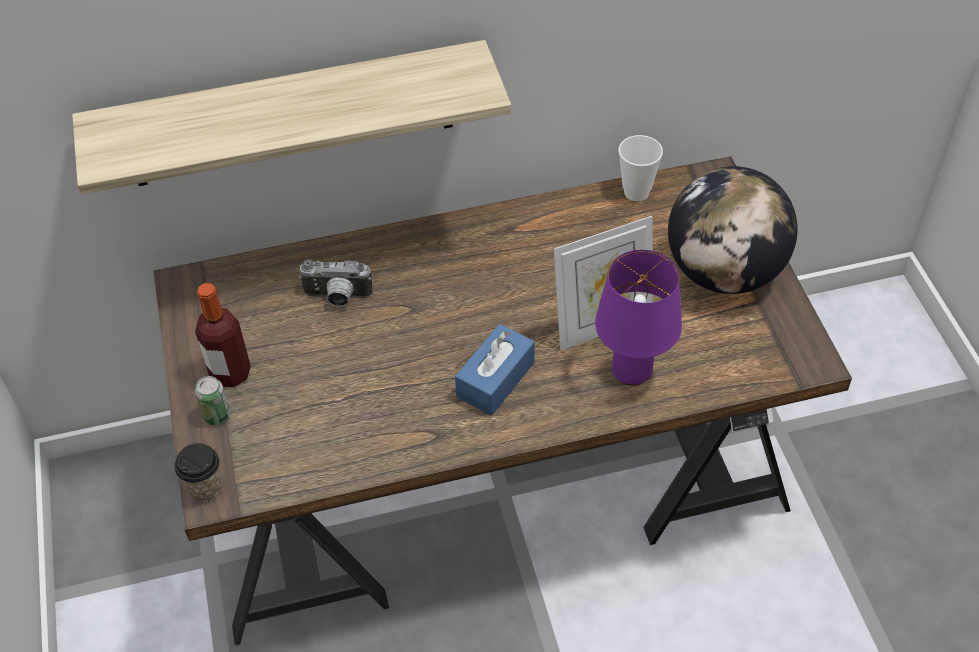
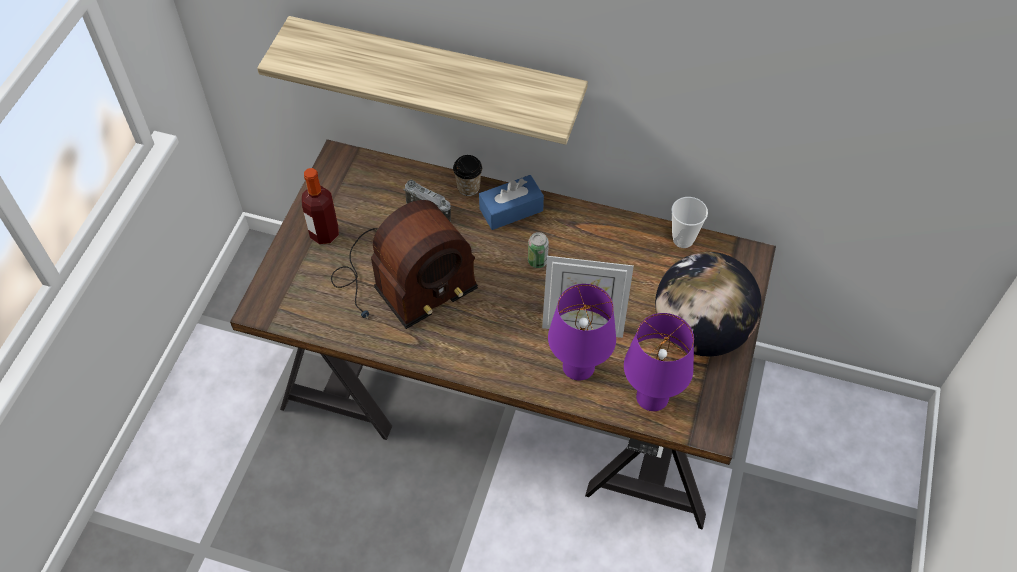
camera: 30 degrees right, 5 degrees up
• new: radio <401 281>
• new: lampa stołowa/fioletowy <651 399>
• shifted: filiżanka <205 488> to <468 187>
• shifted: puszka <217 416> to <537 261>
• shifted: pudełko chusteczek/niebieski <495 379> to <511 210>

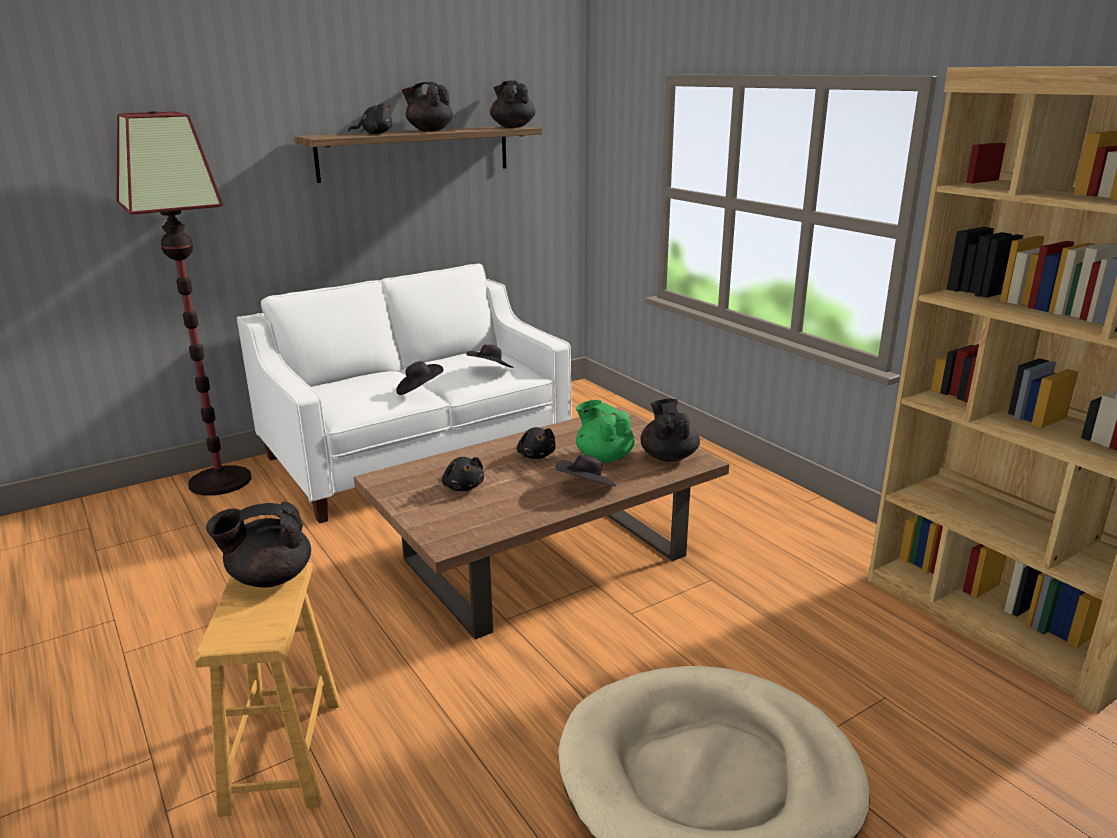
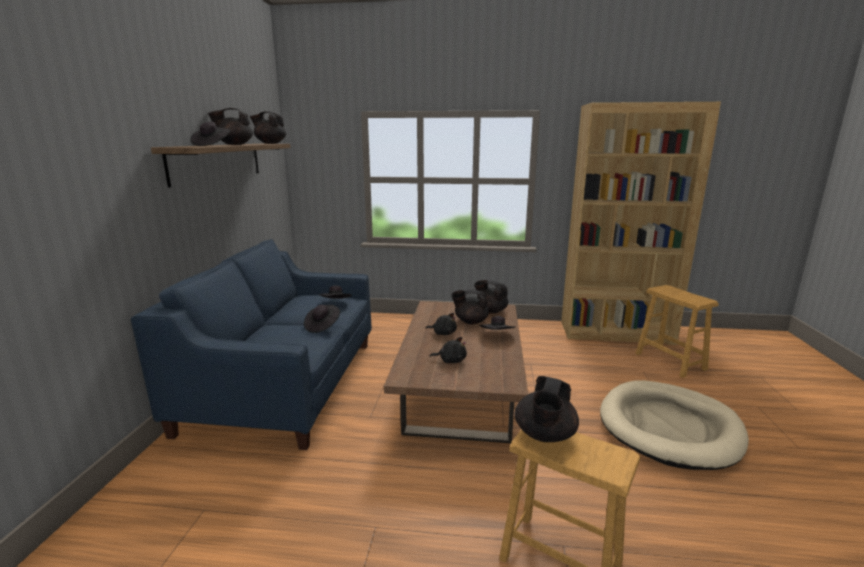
camera: 50 degrees left, 5 degrees down
• gone: lampa stojąca <220 481>
• new: stołek/brązowy <670 361>
• swapped: pluszak/czarny <374 134> to kapelusz/czarny <212 145>
• repainted: kanapa/biały <415 455> to kanapa/niebieski <285 384>
• repainted: imbryk/zielony <604 457> to imbryk/czarny <470 321>

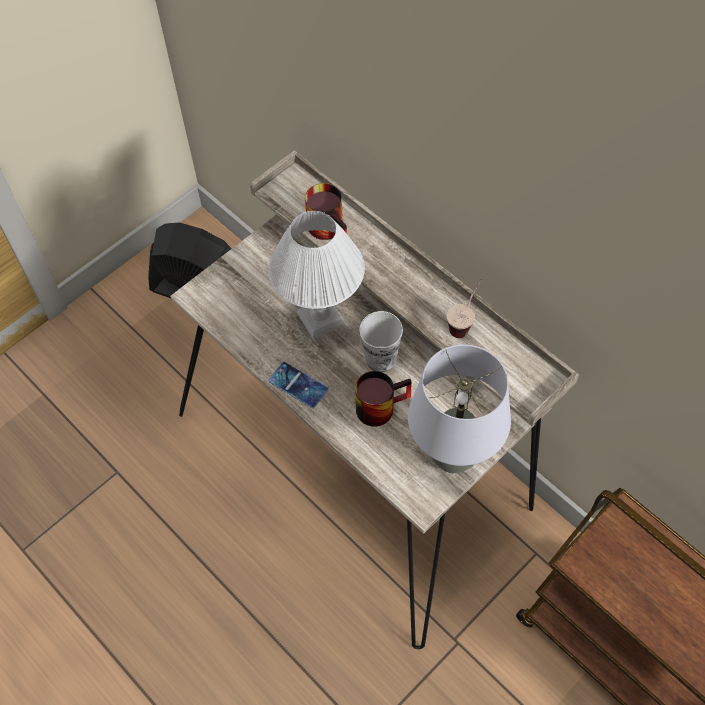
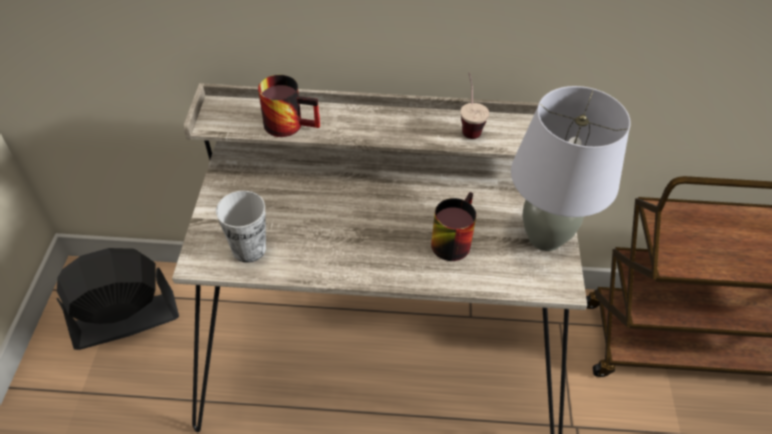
camera: 45 degrees left, 10 degrees down
• gone: lampa stołowa/biały <322 319>
• gone: telefon <298 385>
• shifted: filiżanka <380 359> to <249 249>

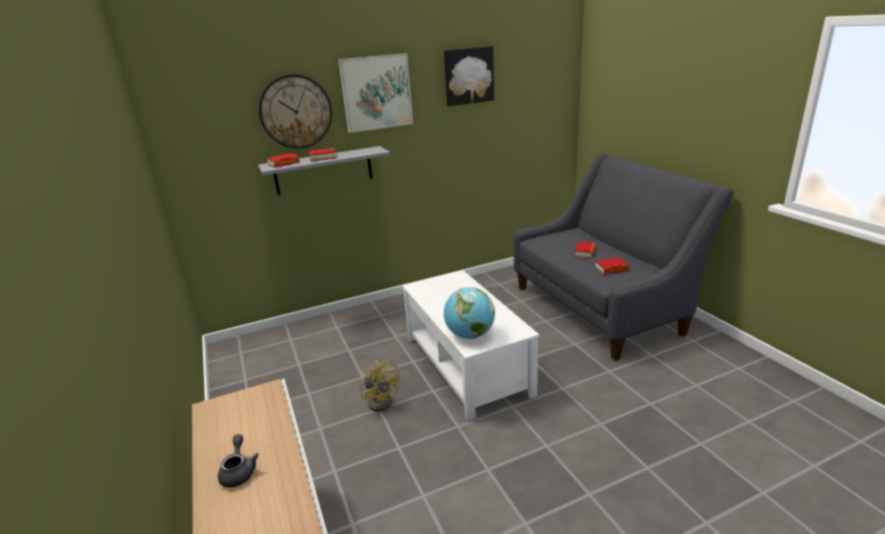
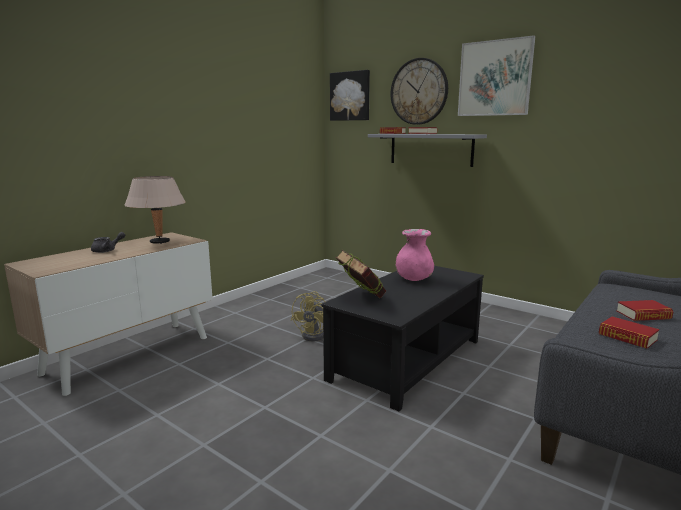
camera: 60 degrees right, 10 degrees down
• new: lampa stołowa/beżowy <160 242>
• new: wazon/różowy <414 279>
• shifted: obraz <468 75> to <350 96>
• swapped: globus <470 335> to książka <360 298>
• repainted: ława/biały <468 365> to ława/czarny <408 360>

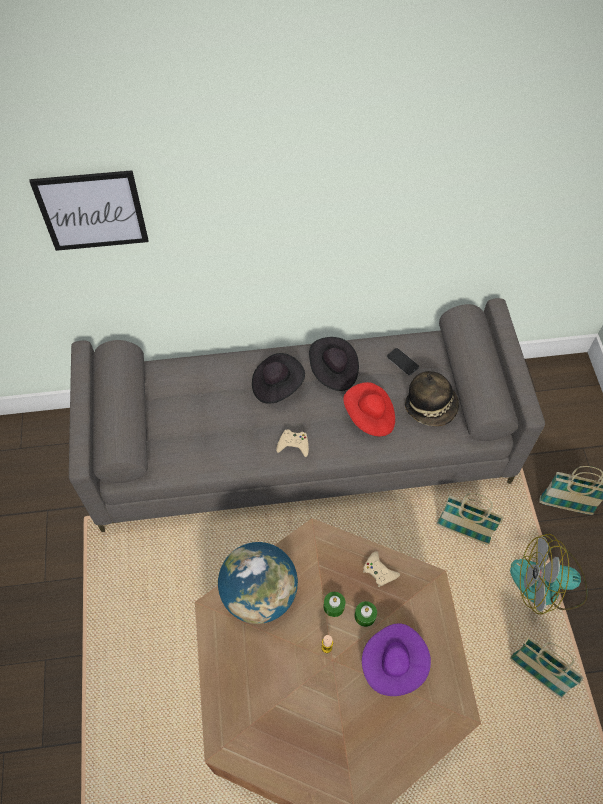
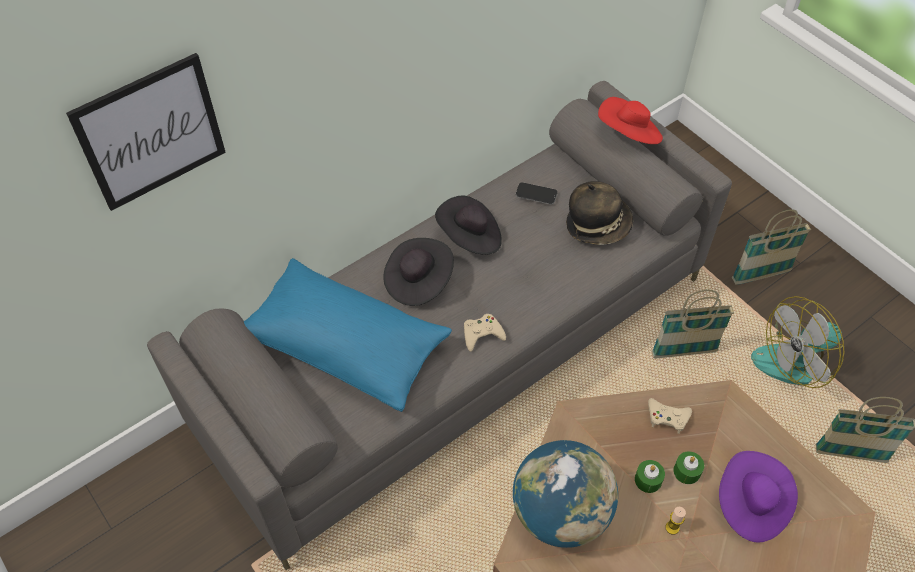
camera: 30 degrees left, 5 degrees down
• new: poduszka/niebieski <346 346>
• shifted: kapelusz/czerwony <369 417> to <629 135>

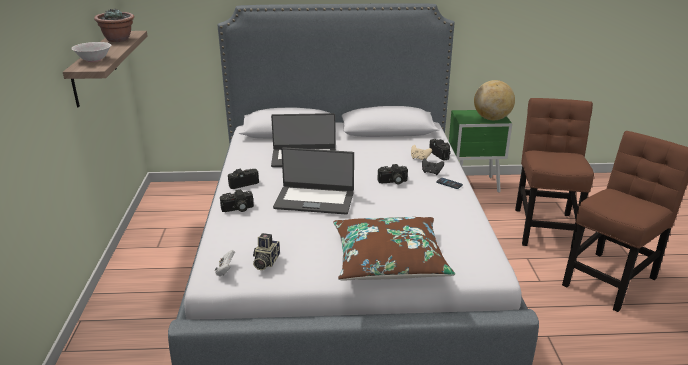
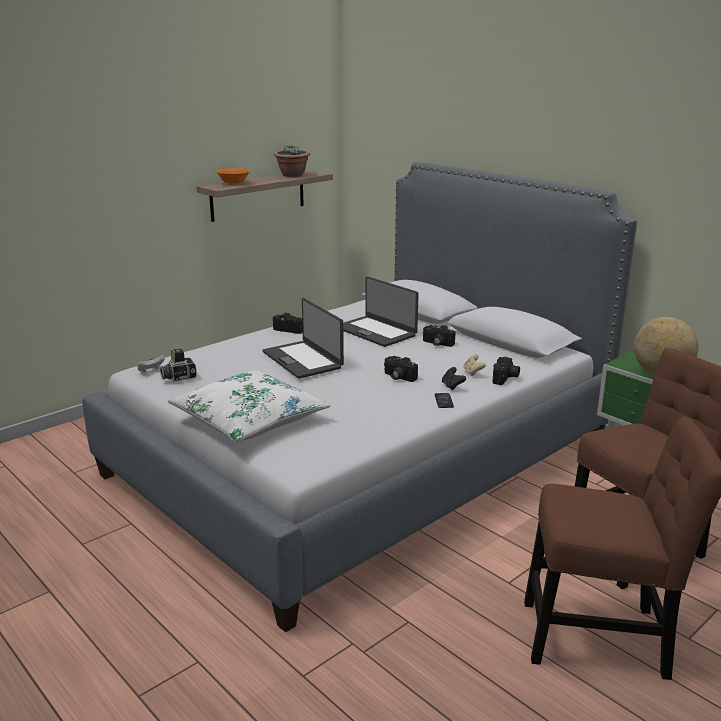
camera: 50 degrees right, 5 degrees down
• shifted: aparat fotograficzny <237 209> to <436 343>
• repainted: miska/biały <94 60> to miska/pomarańczowy <233 183>
• repainted: poduszka/brązowy <389 260> to poduszka/biały <249 419>

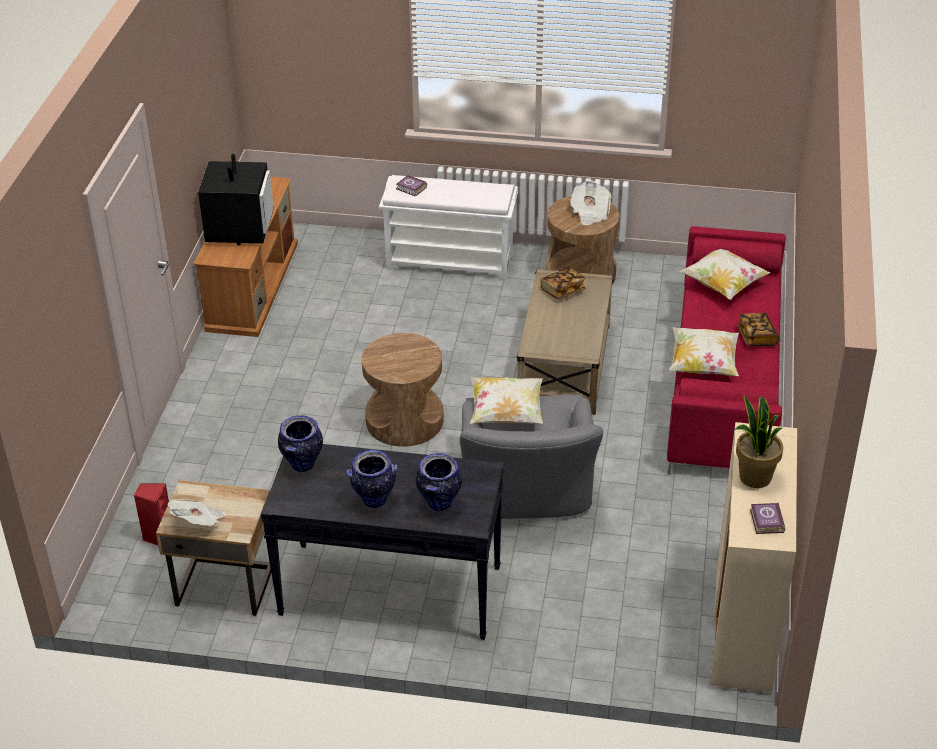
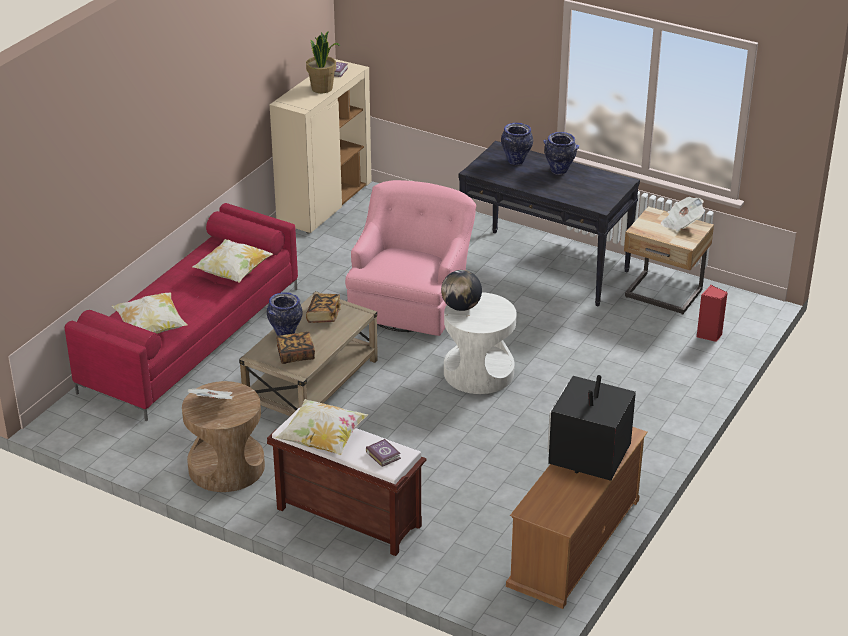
camera: 160 degrees left, 5 degrees down
• new: globus <461 307>
• shifted: wazon <302 465> to <285 333>
• shifted: poduszka <506 414> to <323 440>
• shifted: książka <756 337> to <323 316>
• repainted: stolik/brązowy <404 420> to stolik/biały <479 373>
• repainted: ławka/biały <451 261> to ławka/brązowy <347 517>
• repainted: fotel/szary <526 491> to fotel/różowy <411 302>

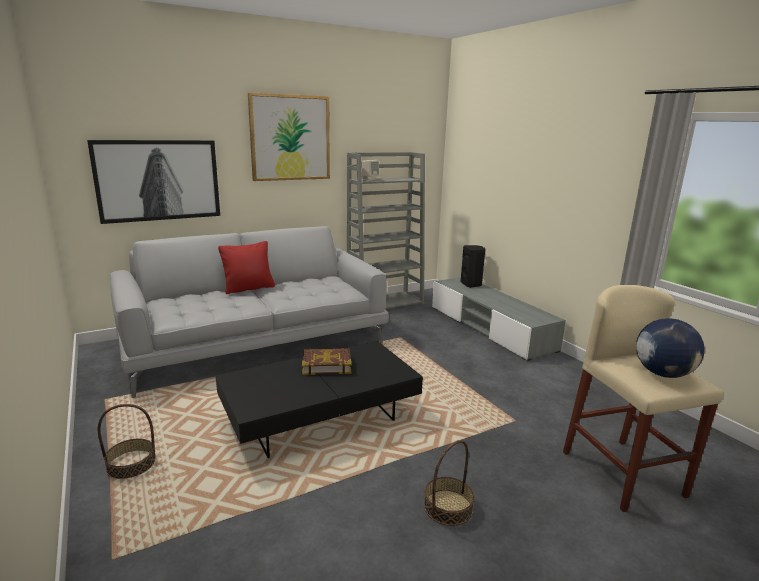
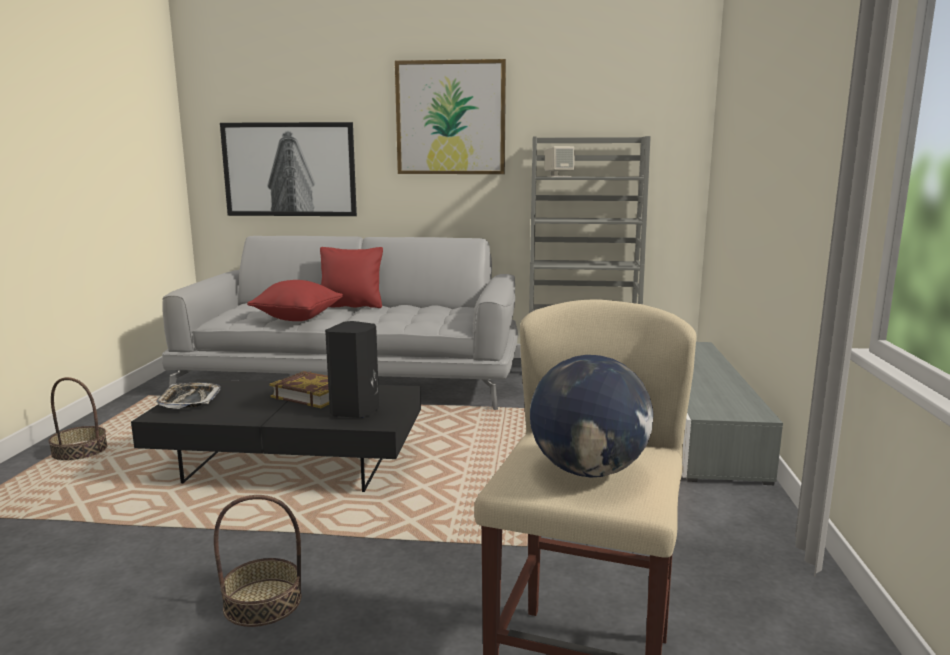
camera: 35 degrees right, 5 degrees down
• new: taca <189 400>
• new: poduszka/czerwony <297 318>
• shifted: głośnik/czarny <471 284> to <356 411>

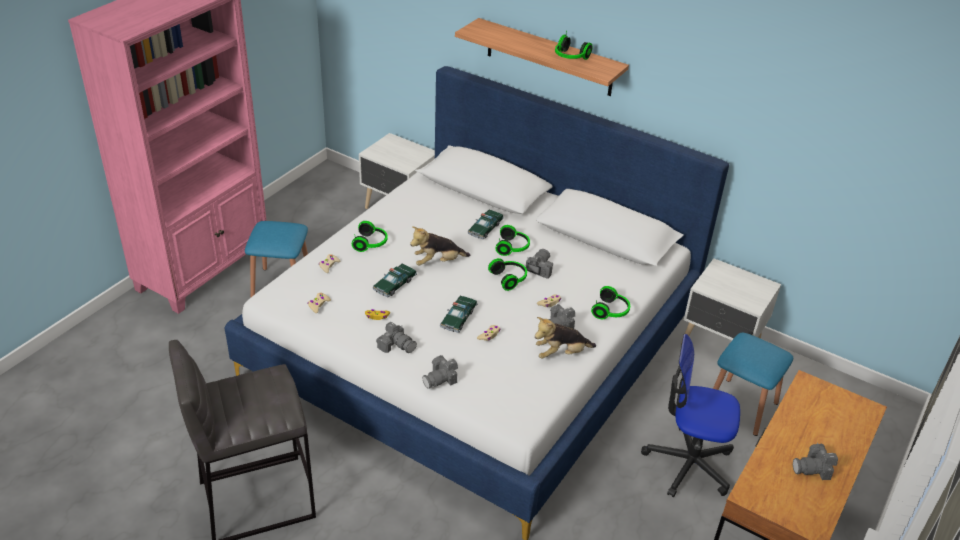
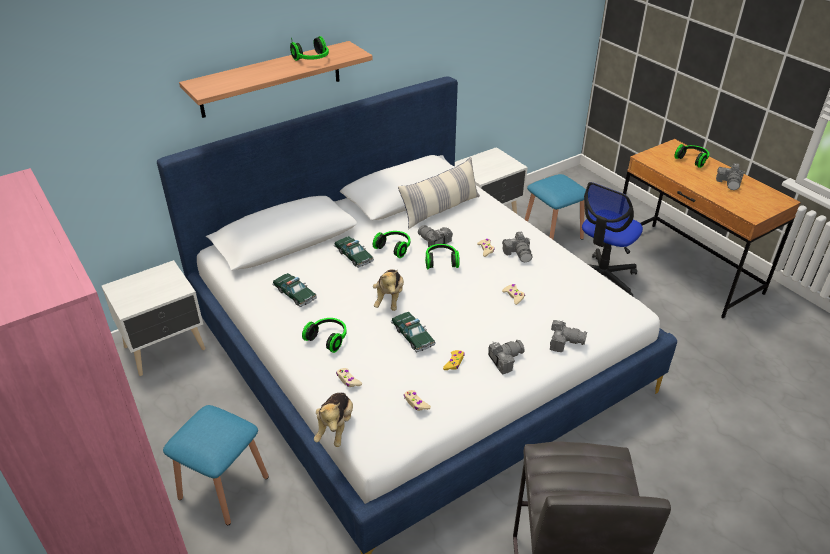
camera: 65 degrees left, 0 degrees up
• new: poduszka <440 209>
• shifted: samochodzik <458 318> to <295 294>
• shifted: pluszak <561 353> to <335 427>
• shifted: słuchawki <611 311> to <692 160>
• rotated: aparat fotograficzny <441 379> = <564 341> 60 degrees counterclockwise

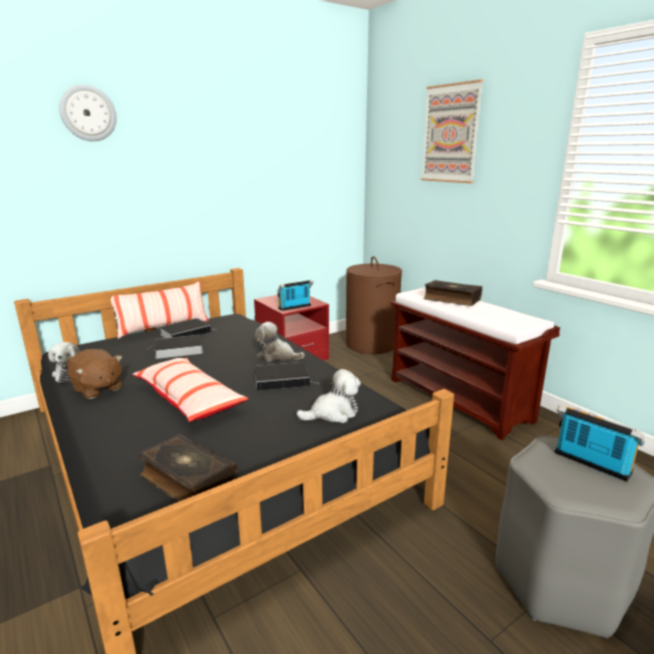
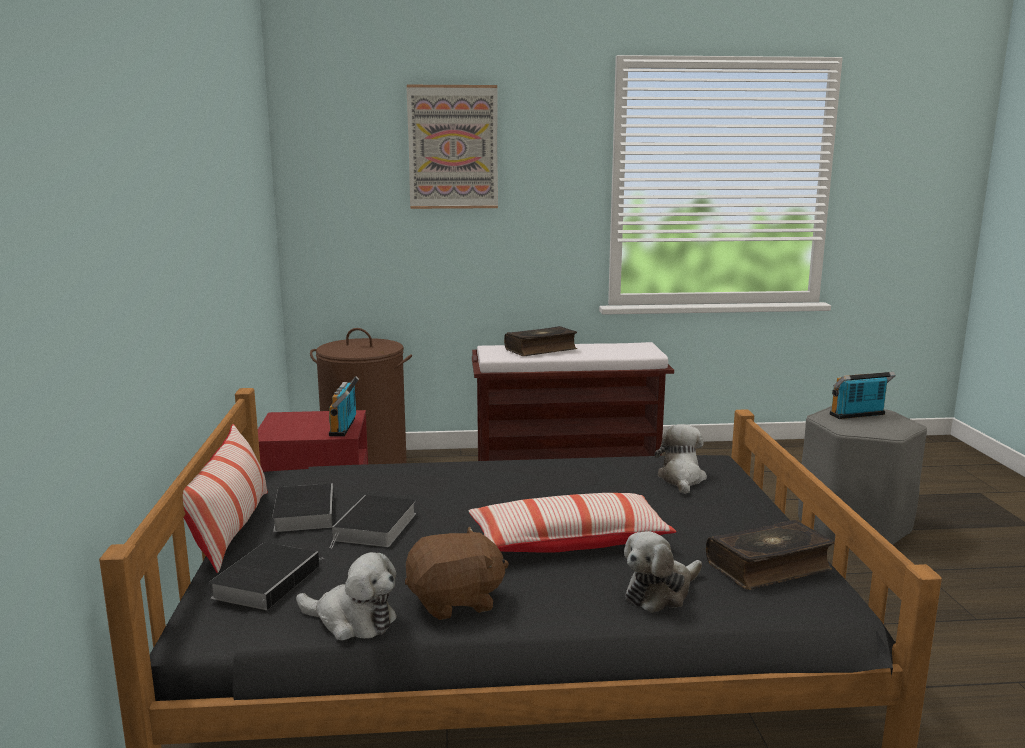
camera: 60 degrees left, 5 degrees down
• gone: zegar ścienny <88 113>
• shifted: pluszak <277 356> to <660 592>
• shifted: książka <283 379> to <267 580>

